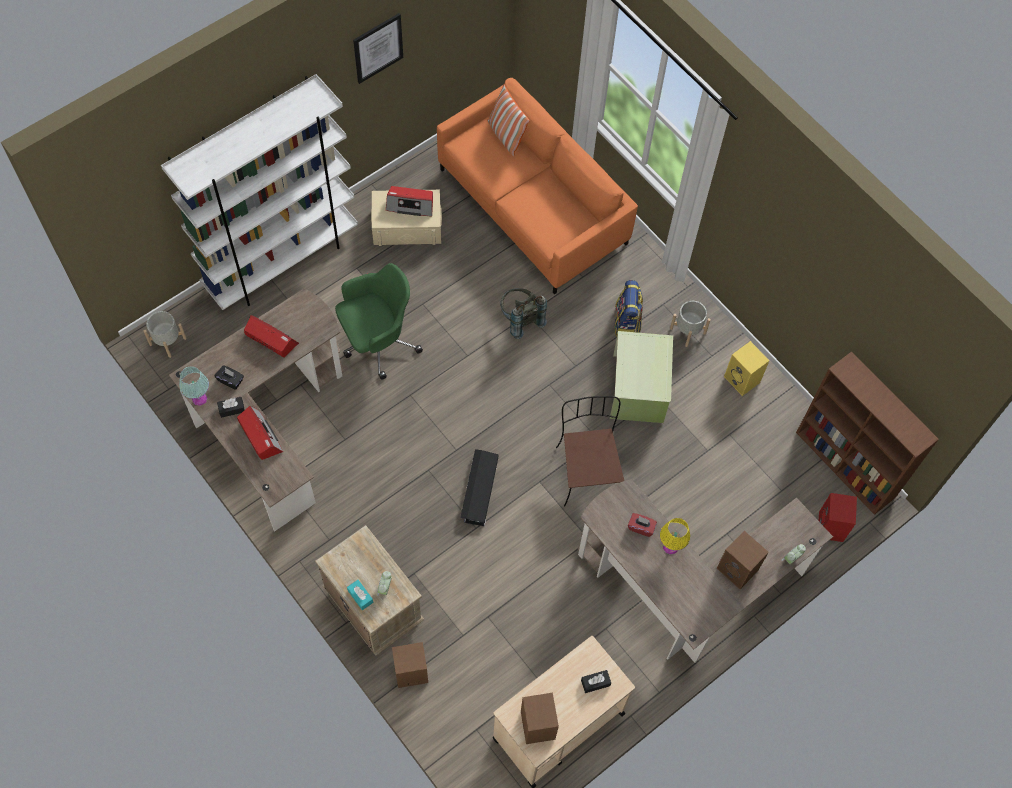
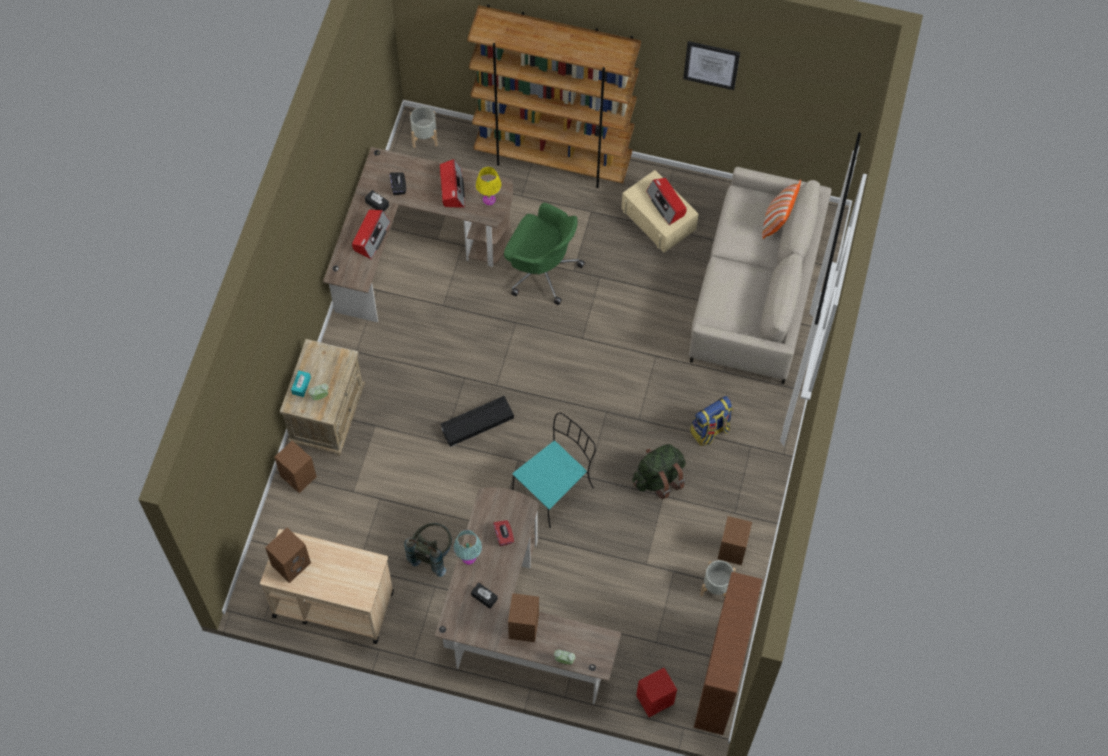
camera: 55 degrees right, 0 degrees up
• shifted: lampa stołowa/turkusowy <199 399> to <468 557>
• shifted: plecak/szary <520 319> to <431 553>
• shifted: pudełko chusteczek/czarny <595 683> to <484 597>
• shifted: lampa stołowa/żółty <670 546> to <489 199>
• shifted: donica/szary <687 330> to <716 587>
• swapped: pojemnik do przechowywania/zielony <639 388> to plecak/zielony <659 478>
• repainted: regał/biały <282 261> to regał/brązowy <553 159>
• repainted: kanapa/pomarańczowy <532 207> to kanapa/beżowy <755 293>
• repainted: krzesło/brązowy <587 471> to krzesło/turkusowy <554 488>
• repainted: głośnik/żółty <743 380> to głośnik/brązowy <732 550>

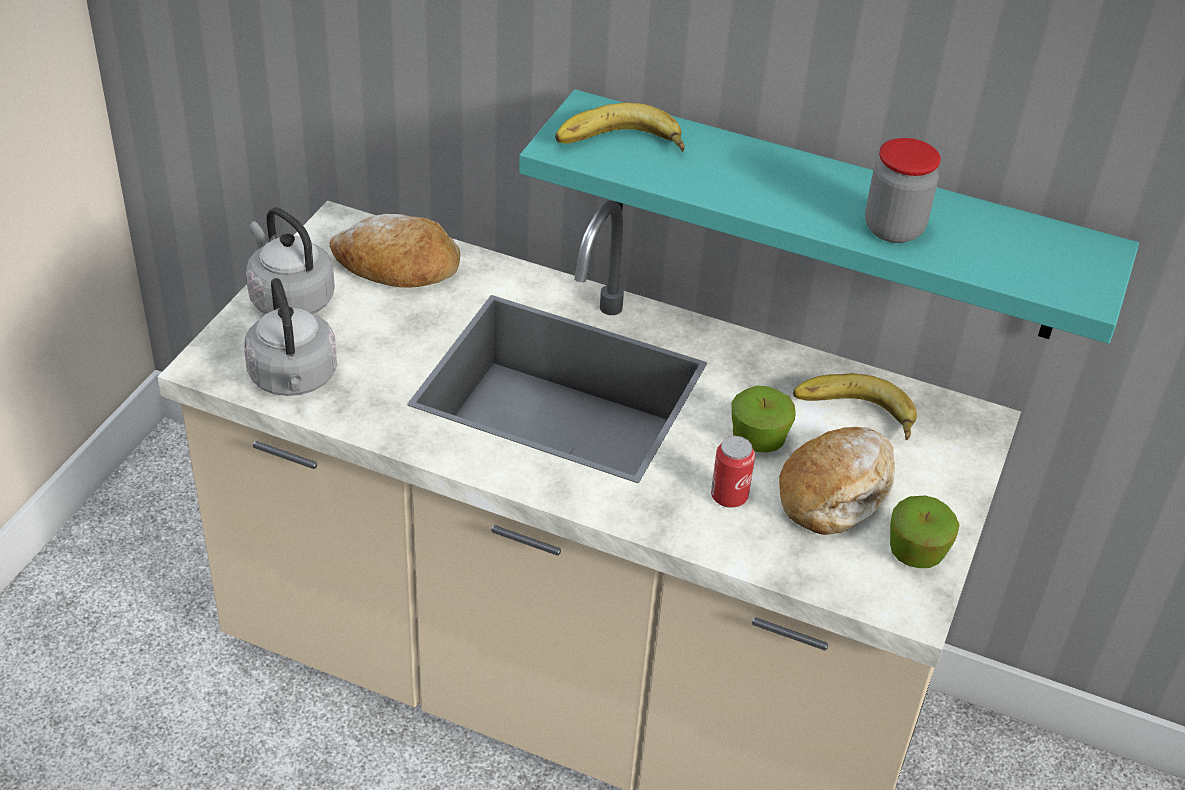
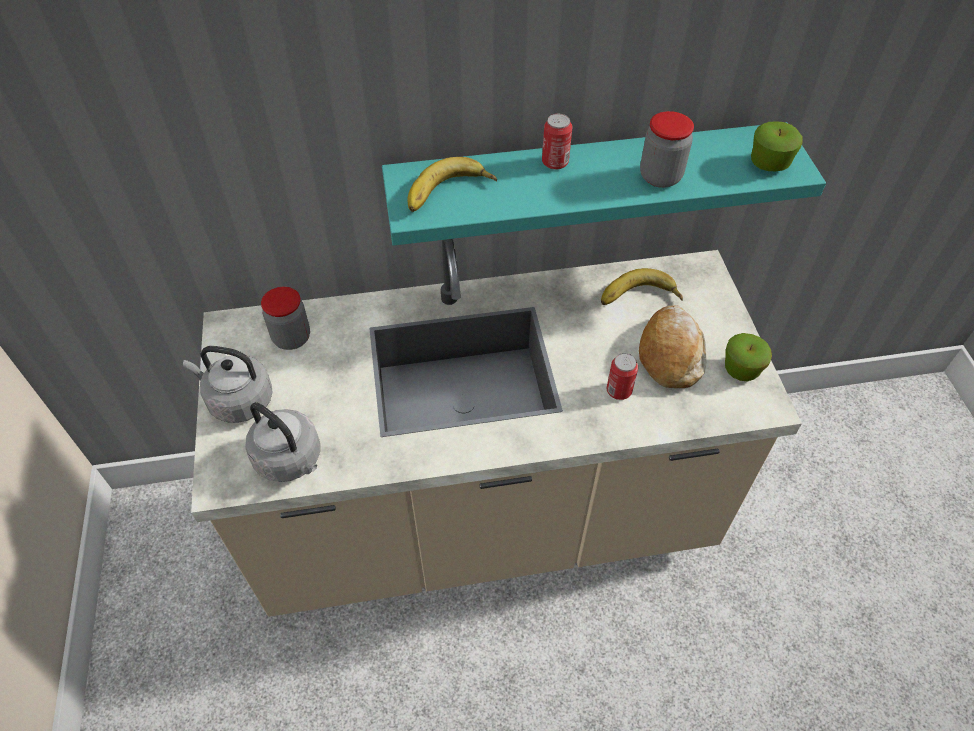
camera: 30 degrees left, 10 degrees up
• new: puszka <555 162>
• shifted: jabłko <758 440> to <769 164>
• swapped: chleb <397 266> to słoik <292 338>

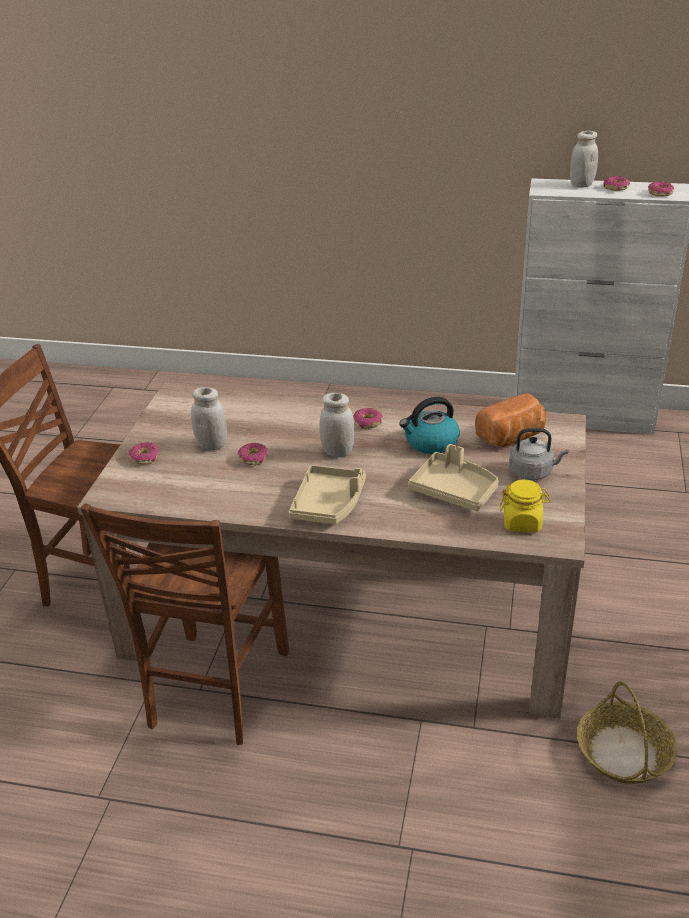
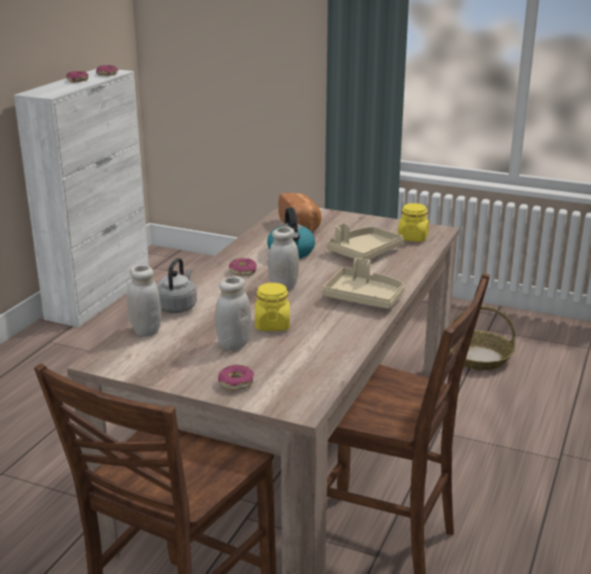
camera: 80 degrees left, 10 degrees down
• shifted: czajnik/szary <533 472> to <177 306>
• shifted: słoik/biały <581 184> to <146 331>
• swapped: donut <253 458> to słoik/żółty <272 325>

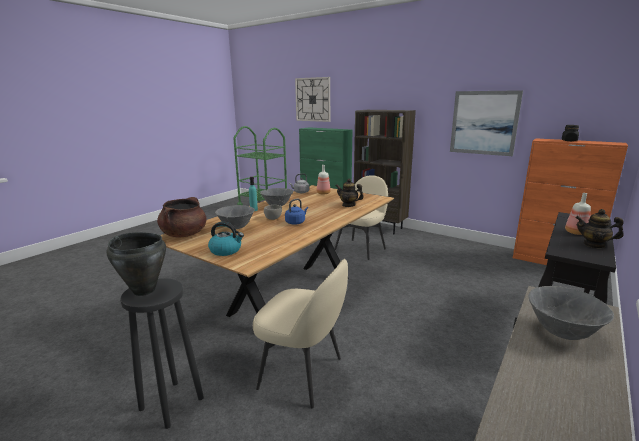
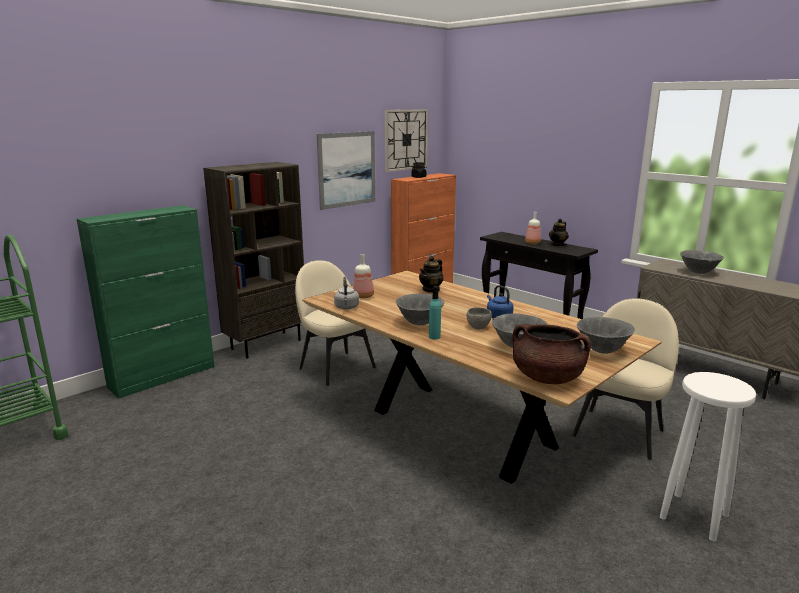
camera: 80 degrees left, 0 degrees up
• gone: garnek/czarny <144 290>
• shifted: zegar ścienny <313 99> to <406 139>
• swapped: czajnik <226 250> to miska/szary <602 350>
• repainted: stołek/czarny <171 403> to stołek/biały <693 516>

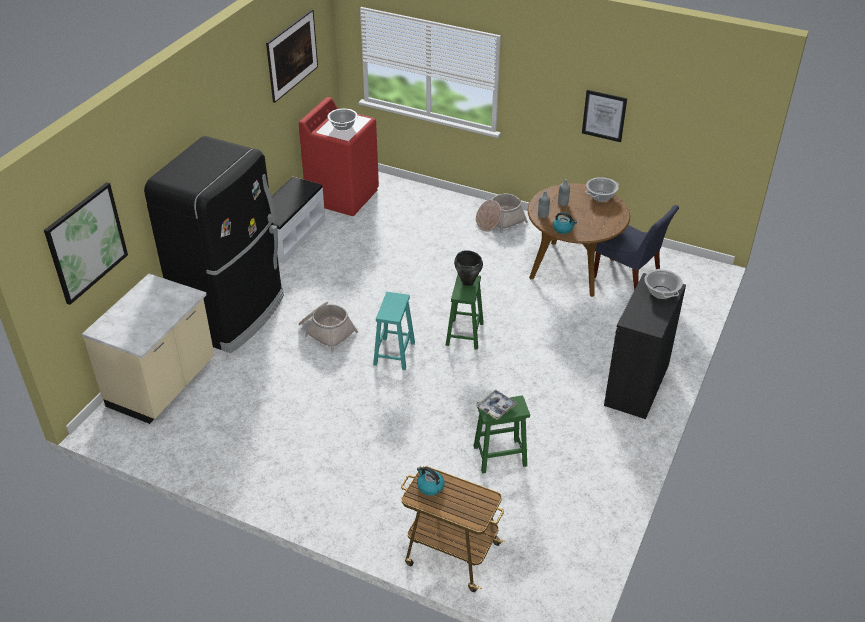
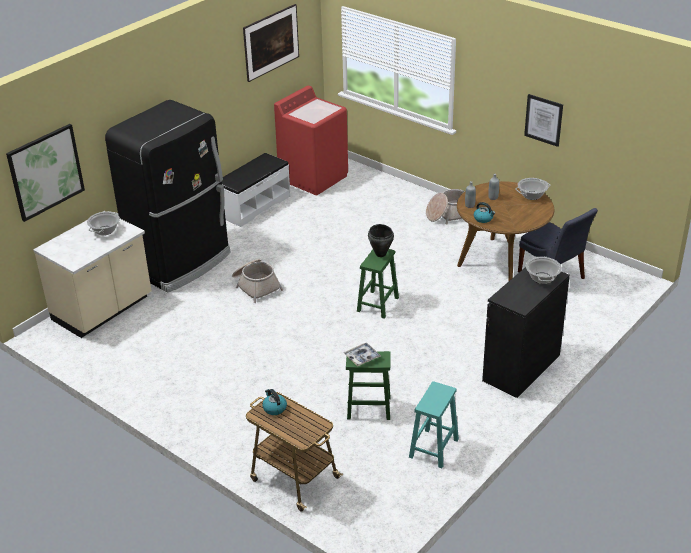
camera: 15 degrees right, 5 degrees down
• shifted: garnek <343 126> to <105 230>
• shifted: stołek/turkusowy <394 353> to <434 447>

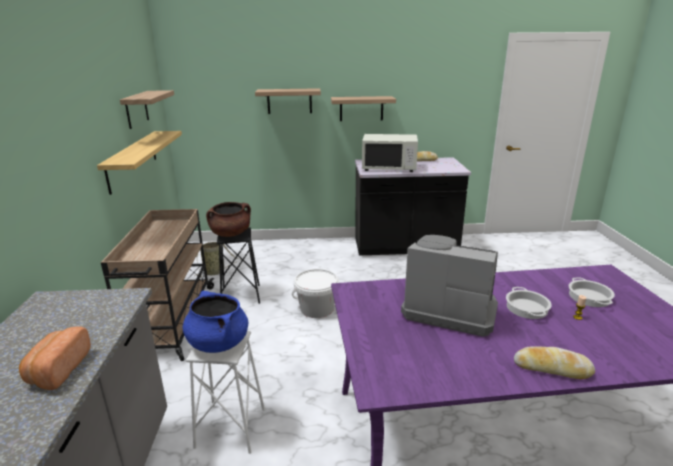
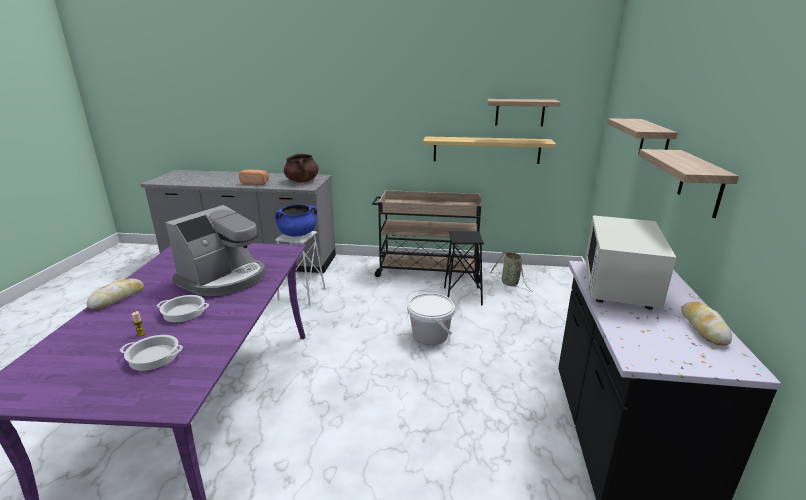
camera: 100 degrees right, 0 degrees up
• shifted: garnek/brązowy <231 234> to <302 181>

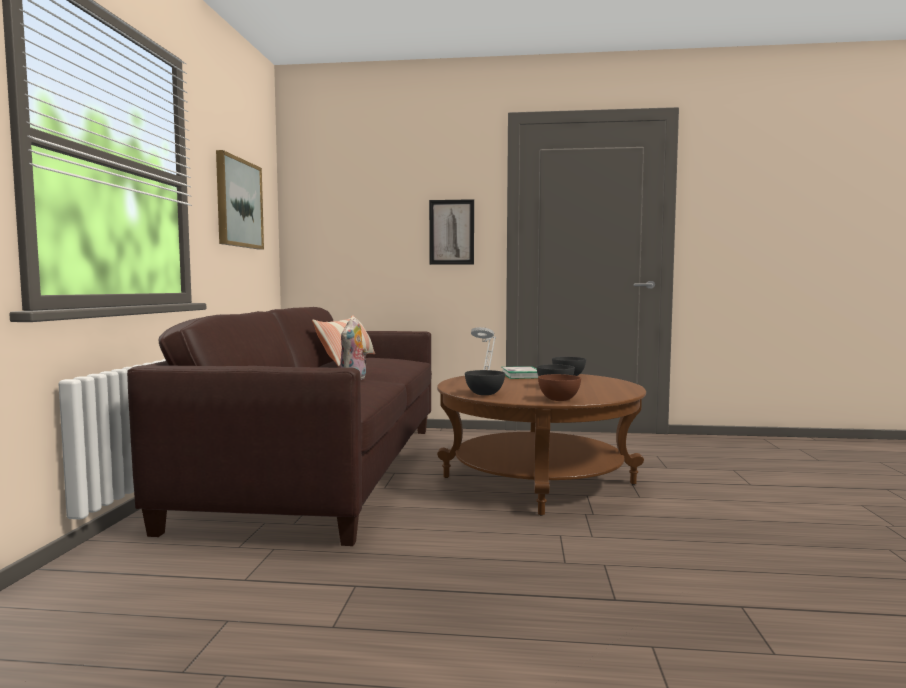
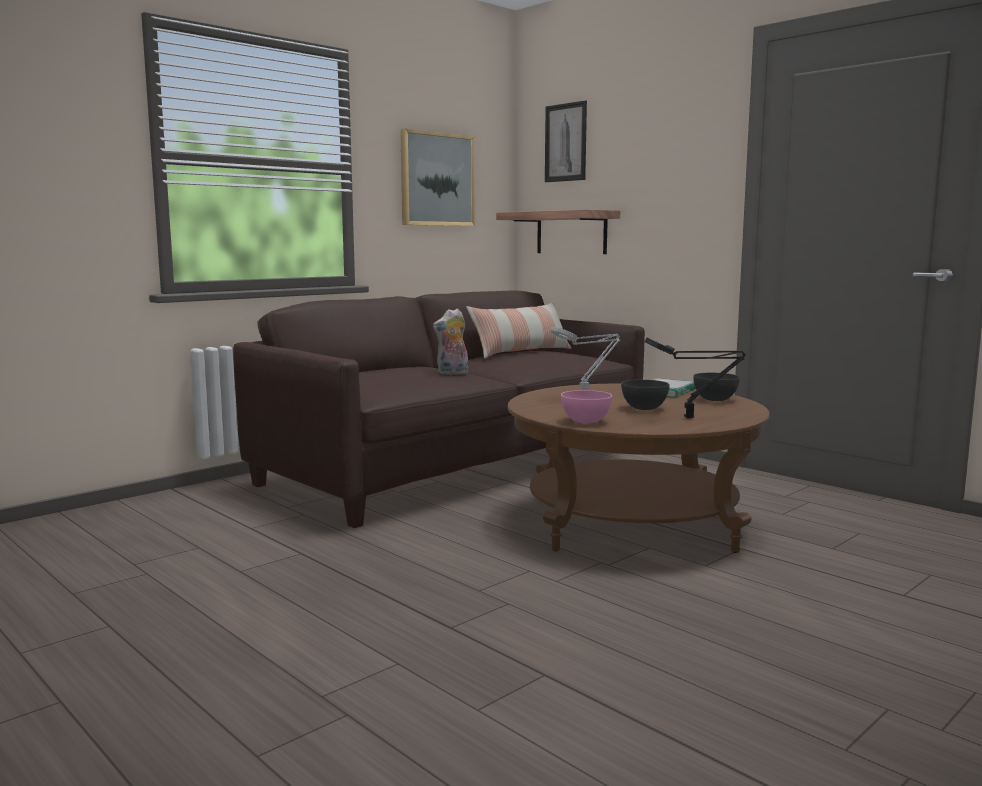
camera: 40 degrees right, 5 degrees up
• gone: miska/szary <485 394>
• new: półka <571 233>
• new: lampa stołowa/czarny <692 418>
• shifted: obraz <451 232> to <565 142>
• repainted: miska/brązowy <559 399> to miska/różowy <586 421>

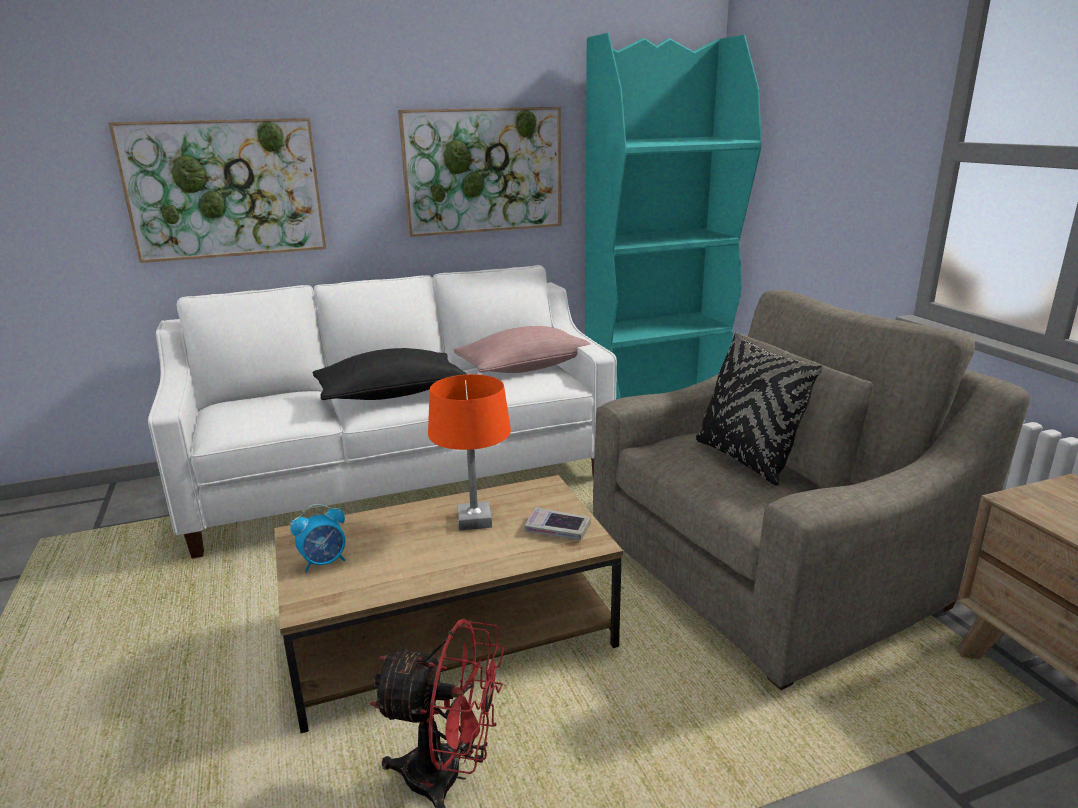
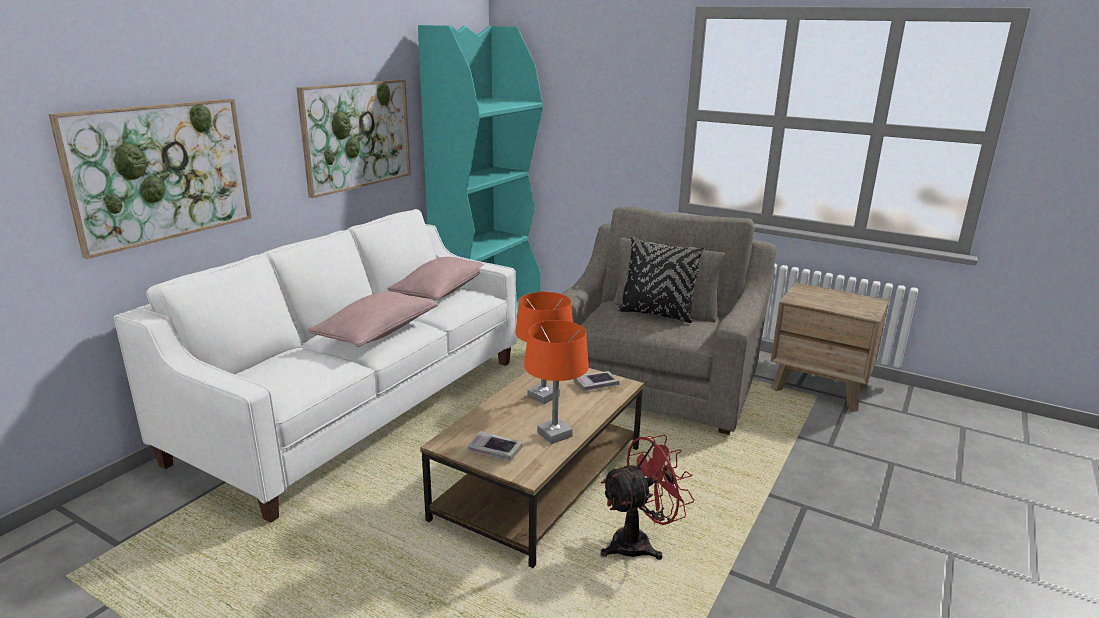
camera: 40 degrees left, 0 degrees up
• new: lampa stołowa/pomarańczowy <554 434>
• swapped: budzik <324 562> to książka <495 450>
• repainted: poduszka/czarny <391 394> to poduszka/różowy <377 333>

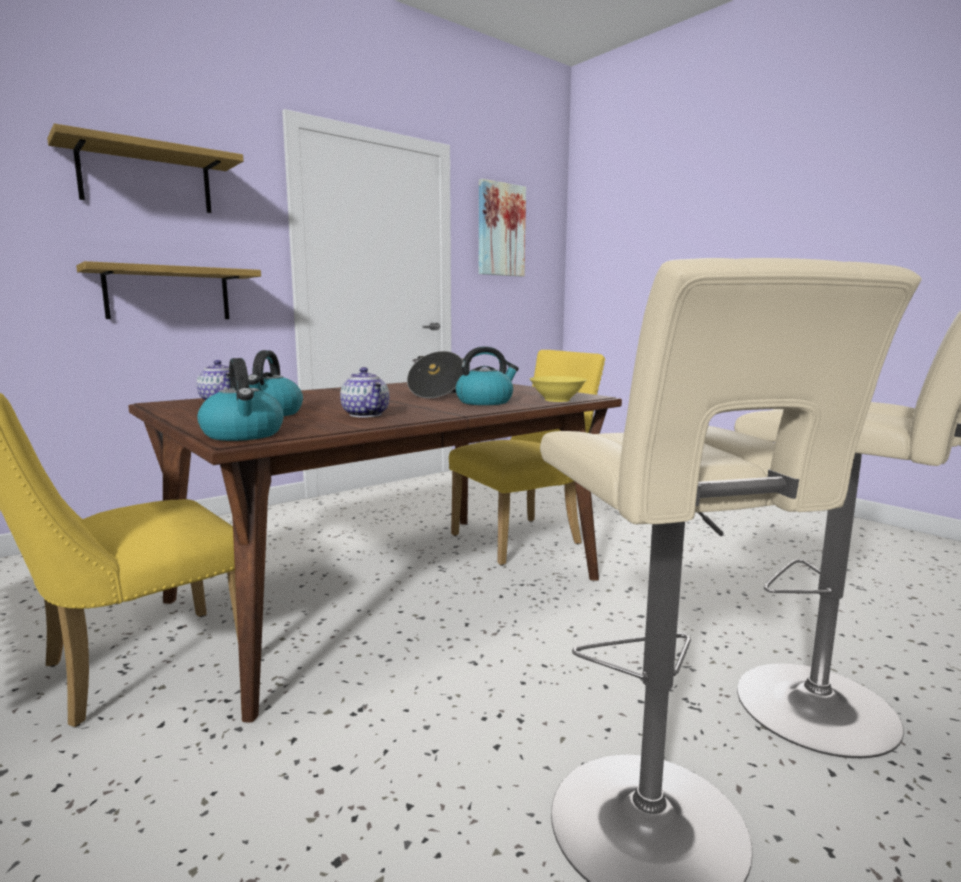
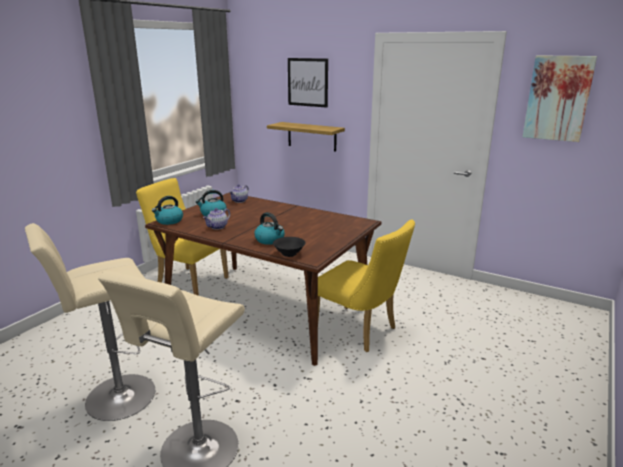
camera: 70 degrees right, 10 degrees up
• gone: garnek <439 392>
• swapped: półka <146 179> to obraz <307 82>
• repainted: miska/żółty <557 400> to miska/czarny <289 254>

